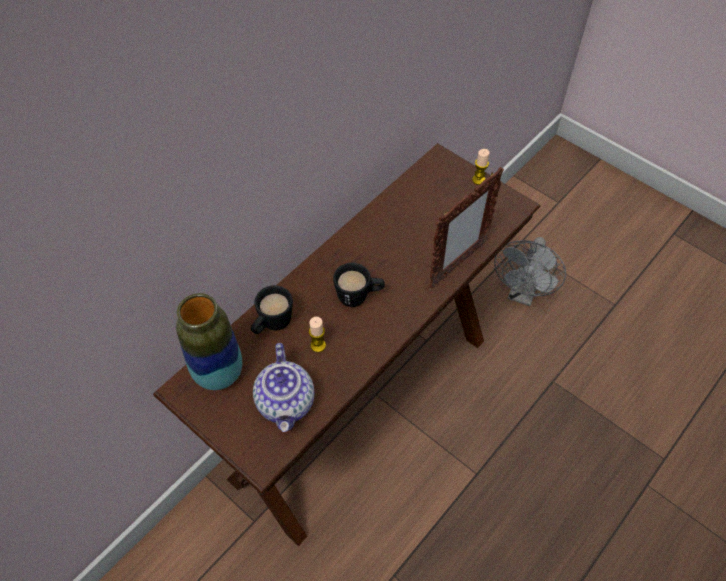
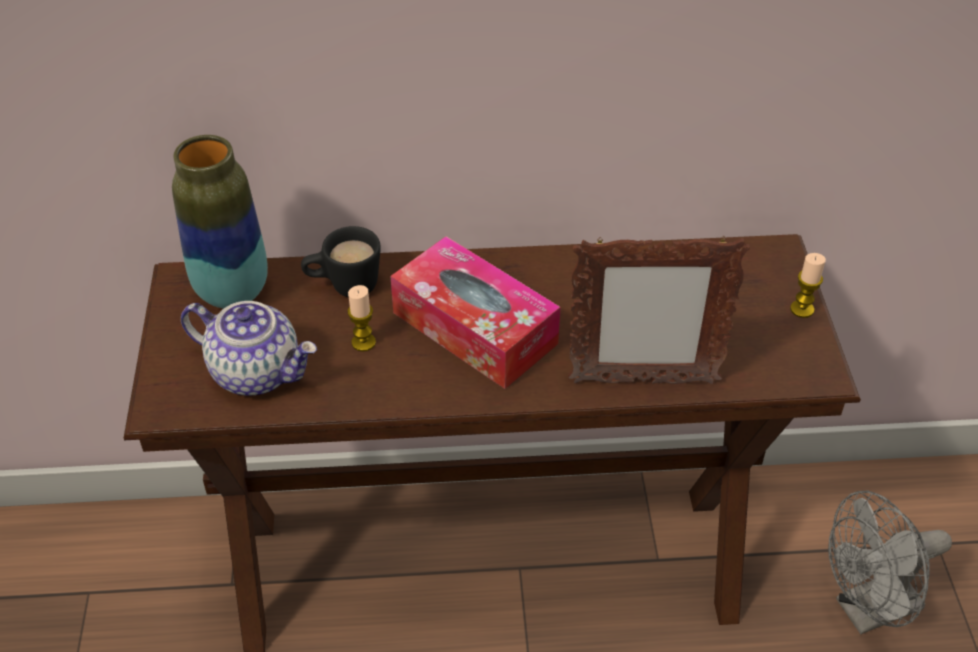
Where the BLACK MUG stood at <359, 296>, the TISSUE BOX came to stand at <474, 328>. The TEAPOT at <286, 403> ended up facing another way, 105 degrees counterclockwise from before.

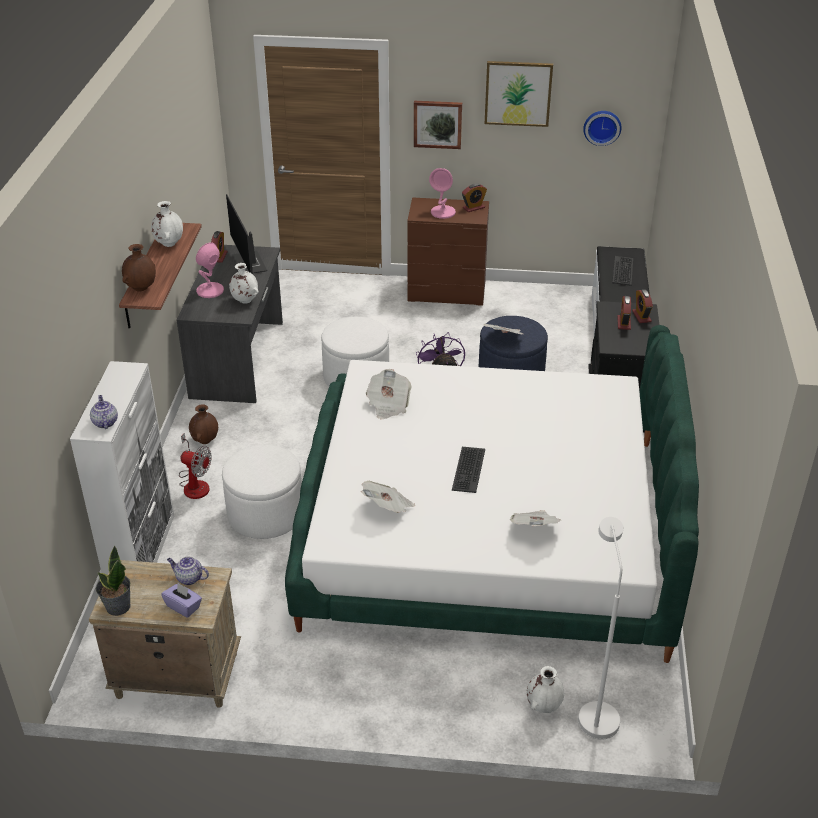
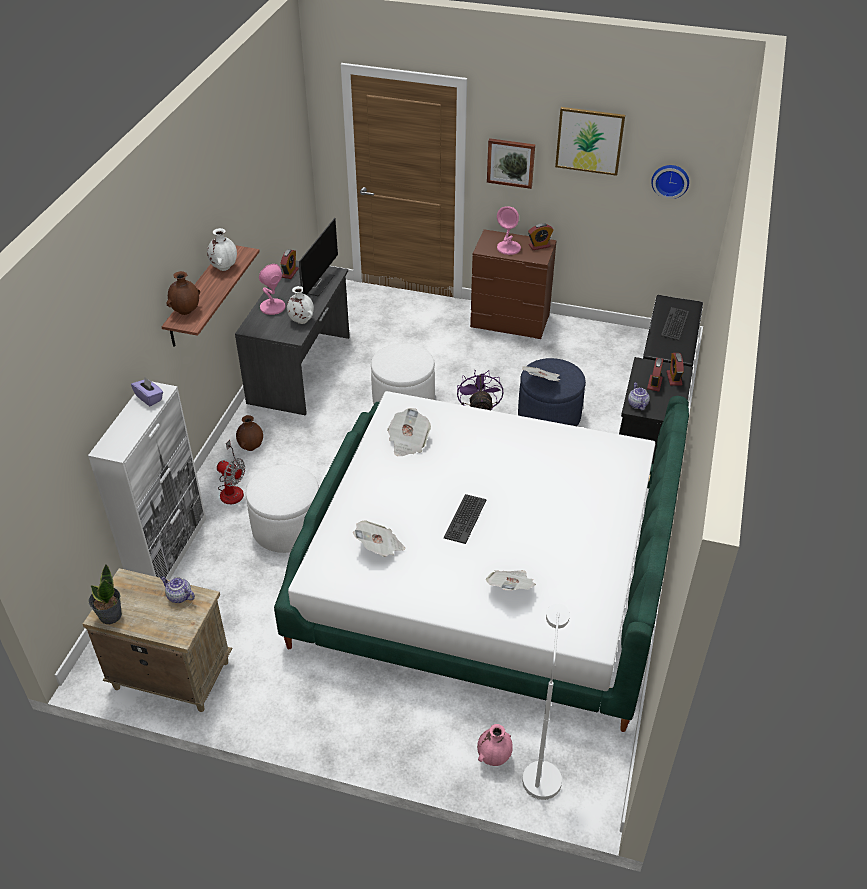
The MONITOR at <249, 264> ended up facing another way, 150 degrees counterclockwise from before. The TEAPOT ended up elsewhere, having gone from <105, 422> to <637, 404>. The PURPLE TISSUE BOX ended up elsewhere, having gone from <183, 606> to <149, 398>. What was the WHITE VASE at <543, 706> turned into the PINK VASE at <494, 757>.

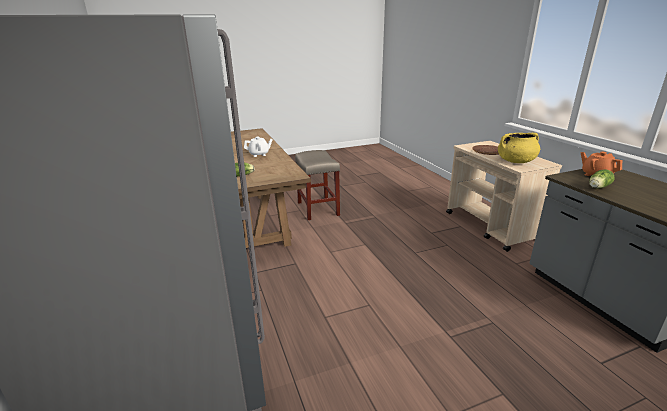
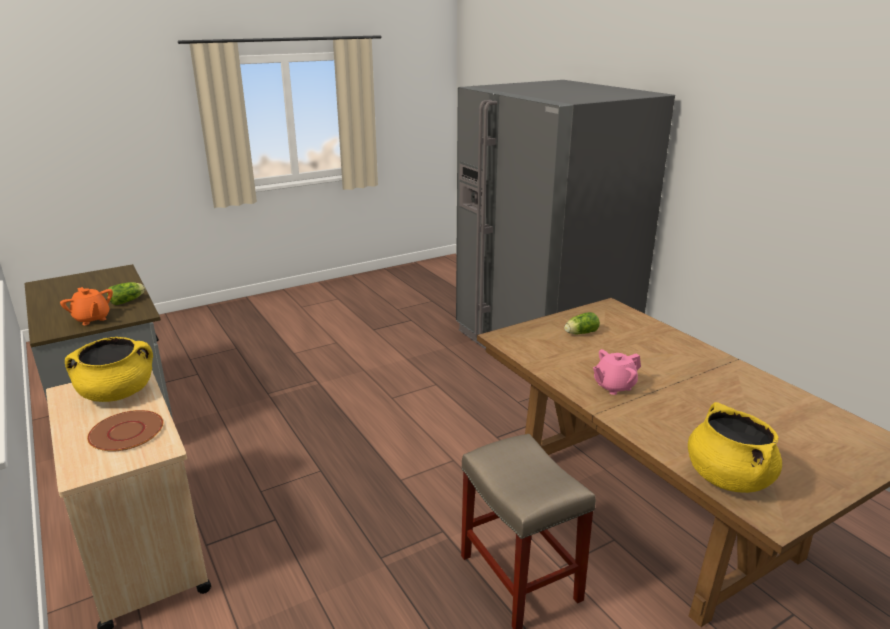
What was the WHITE TEAPOT at <259, 154> turned into the PINK TEAPOT at <614, 386>. The second view gained the YELLOW COOKING POT at <727, 477>.

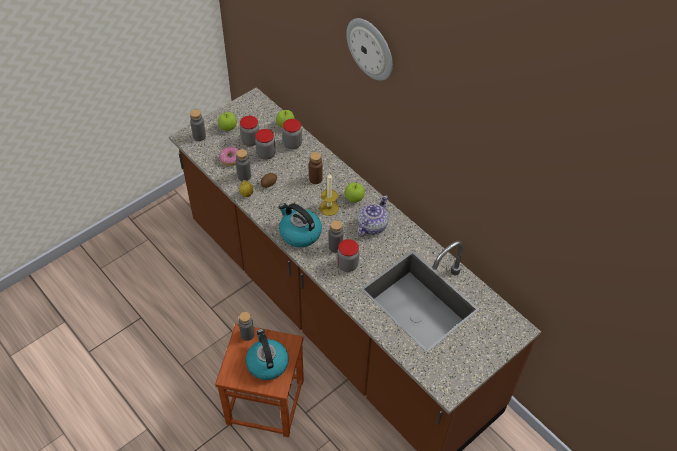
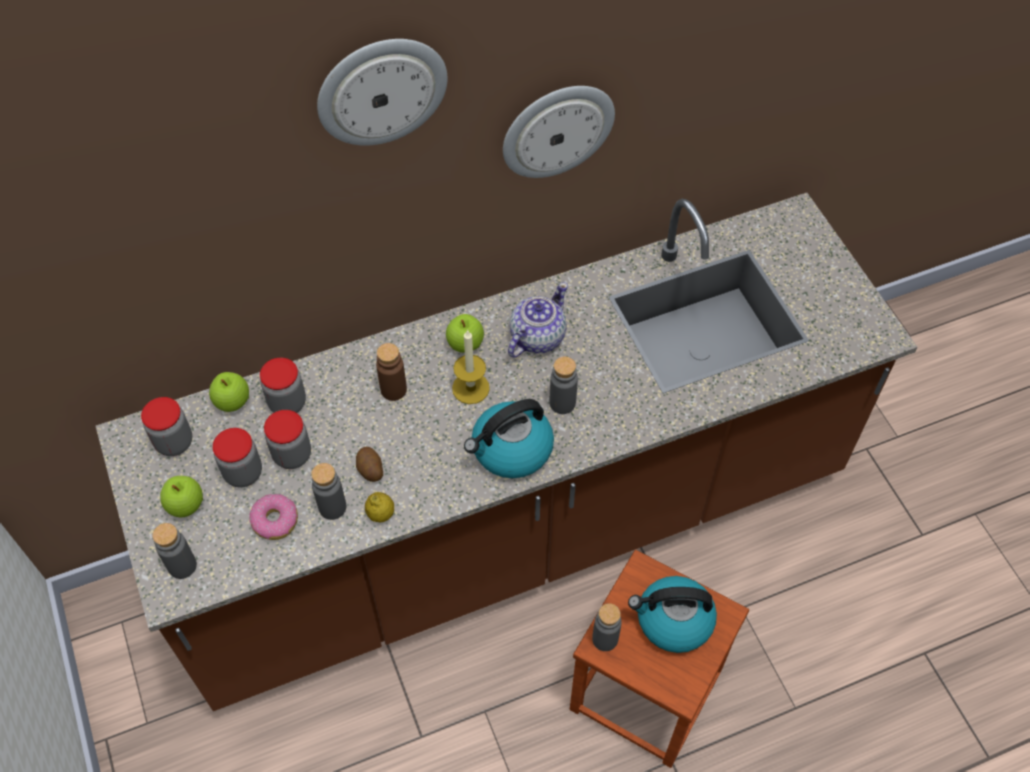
The TEAPOT at <371, 226> ended up facing another way, 75 degrees clockwise from before. The JAR ended up elsewhere, having gone from <347, 265> to <174, 442>. The second view gained the WALL CLOCK at <557, 130>.

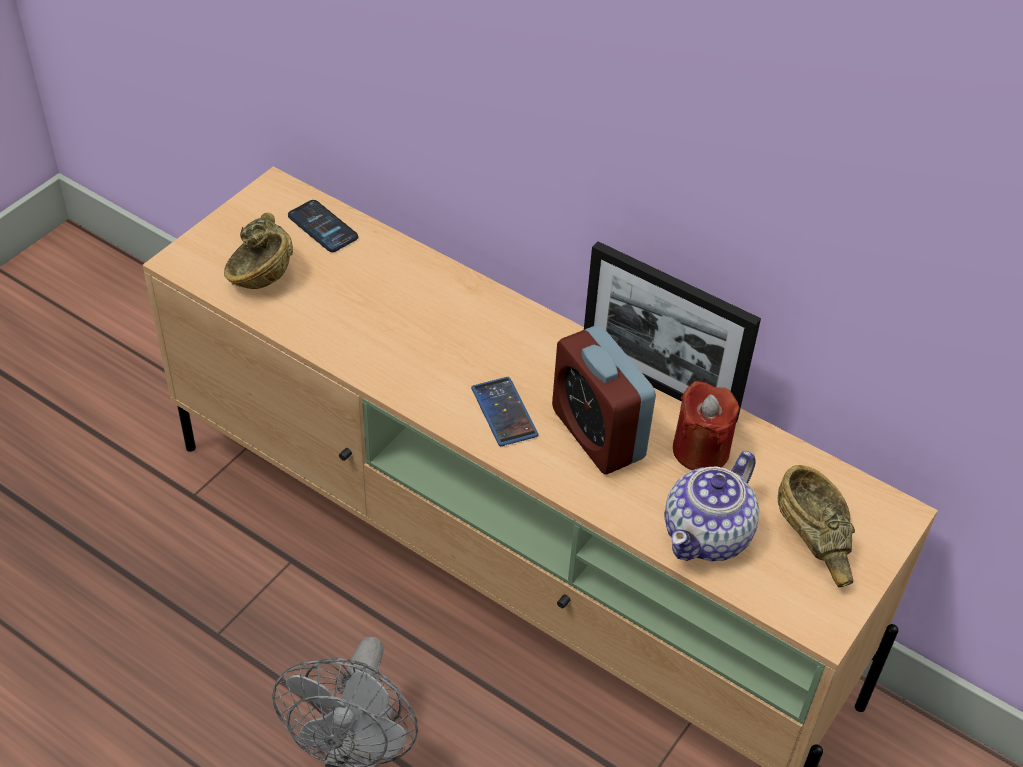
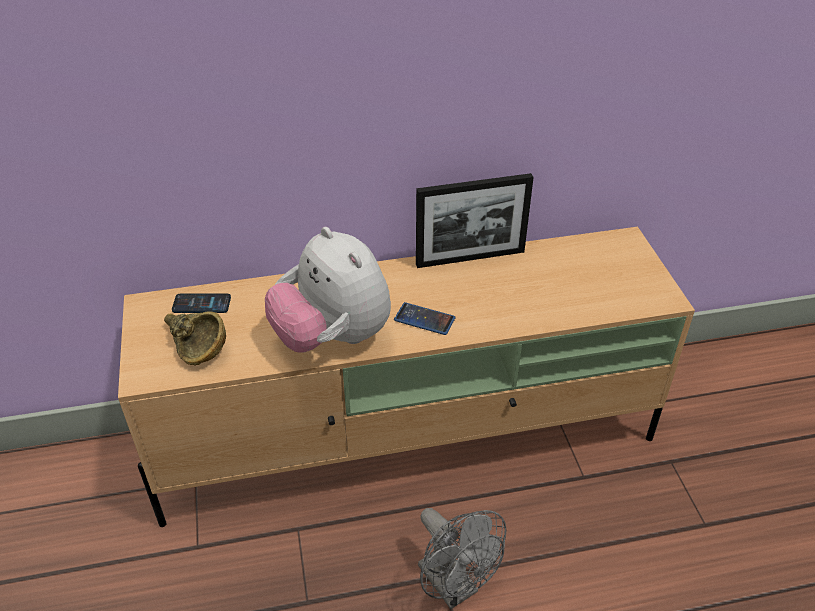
The second view lost the ALARM CLOCK at <597, 434>. The second view lost the RED CANDLE at <700, 450>. The second view lost the TEAPOT at <708, 535>. The second view lost the BROWN BOWL at <820, 541>. The second view gained the PLUSH TOY at <332, 337>.

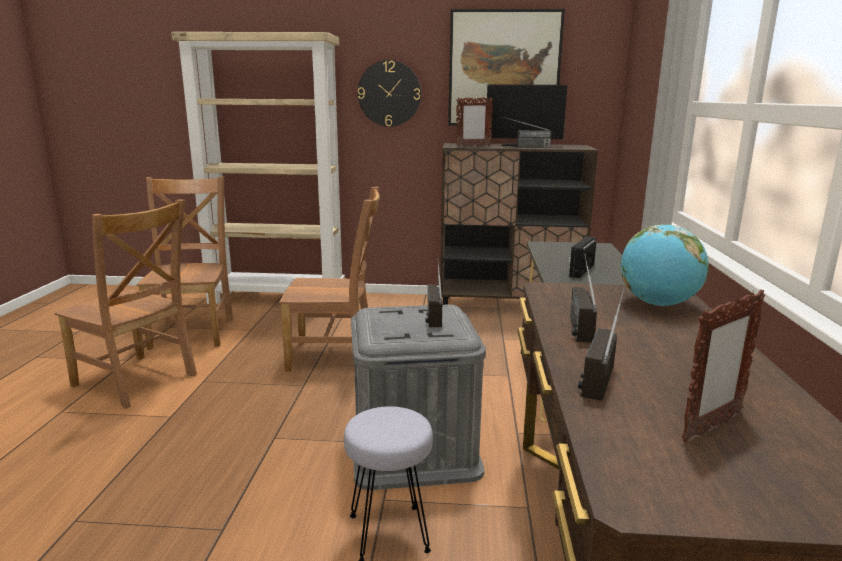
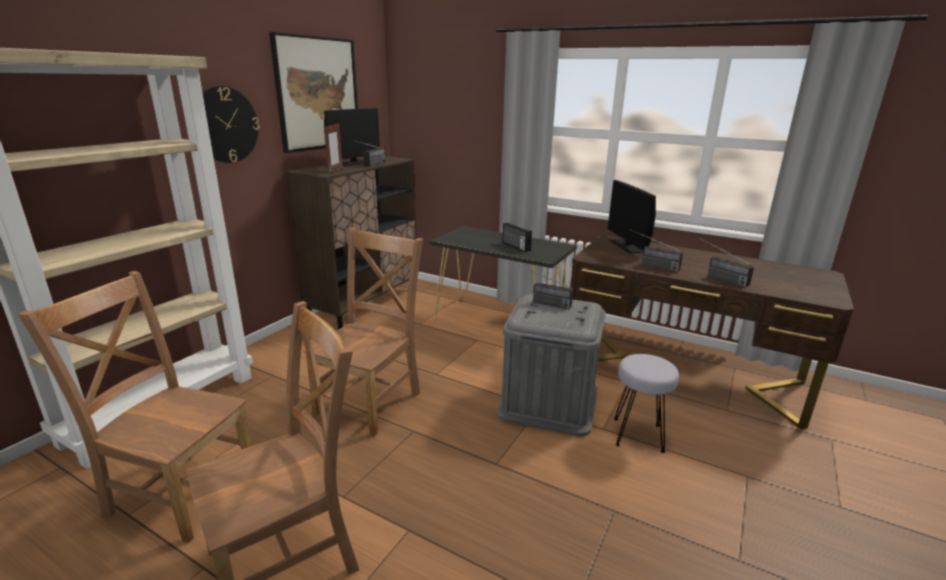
Where the GLOBE stood at <658, 304>, the MONITOR came to stand at <628, 246>. The second view lost the PICTURE FRAME at <711, 427>.

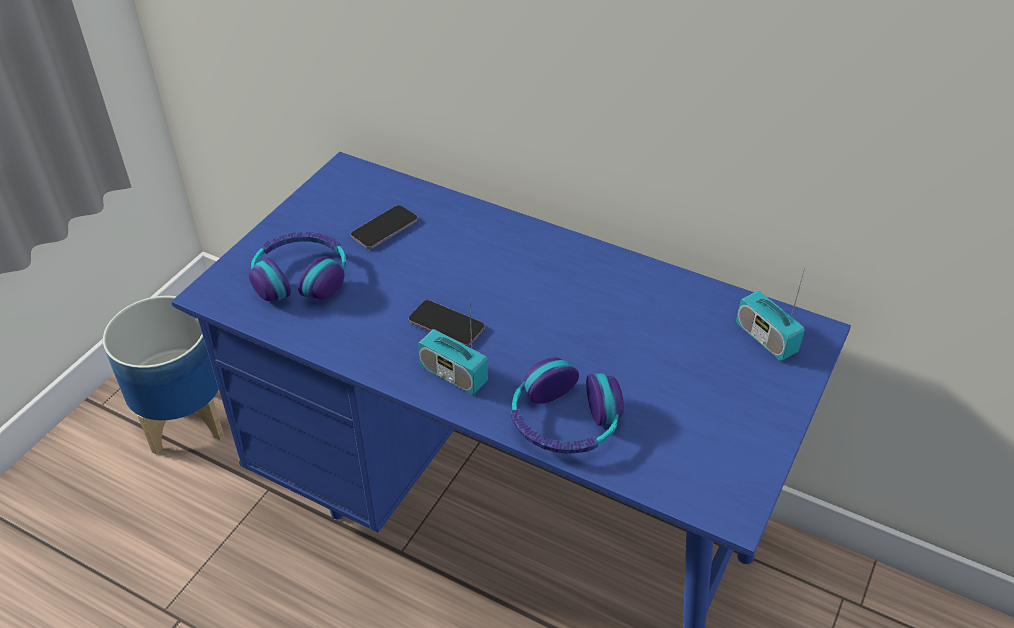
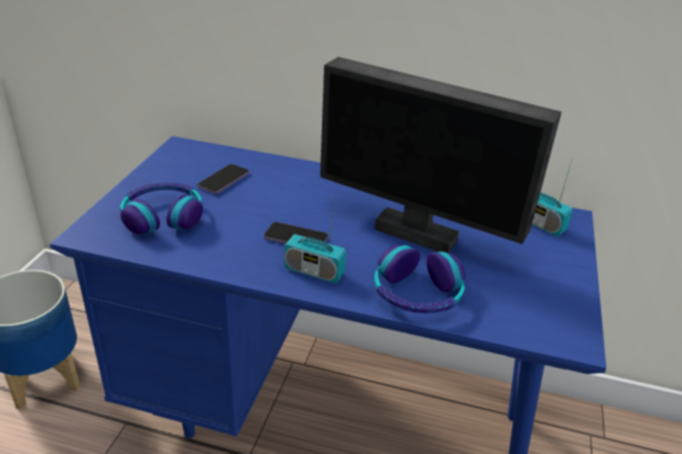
The second view gained the MONITOR at <416, 234>.

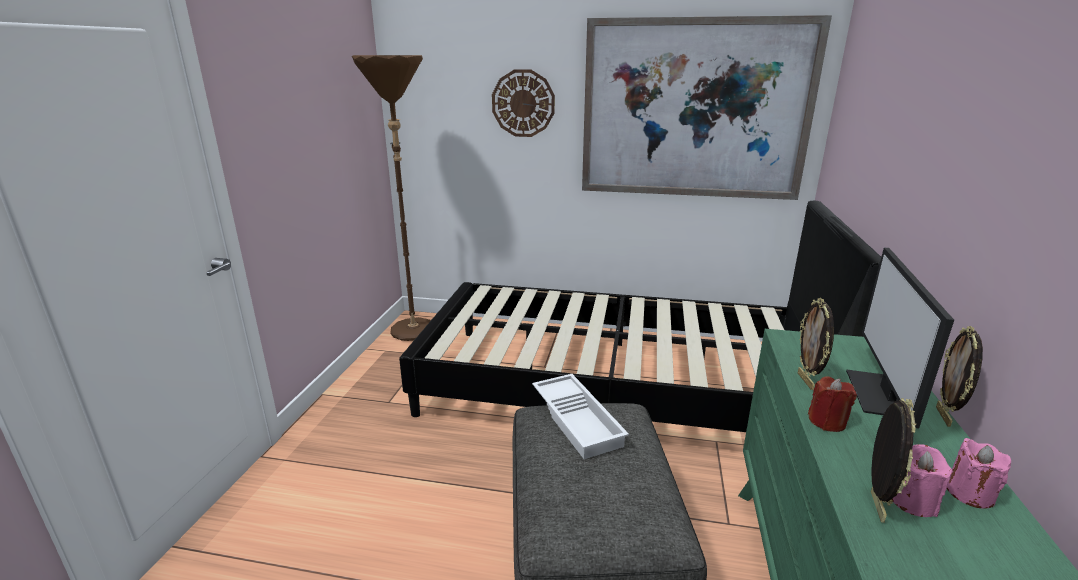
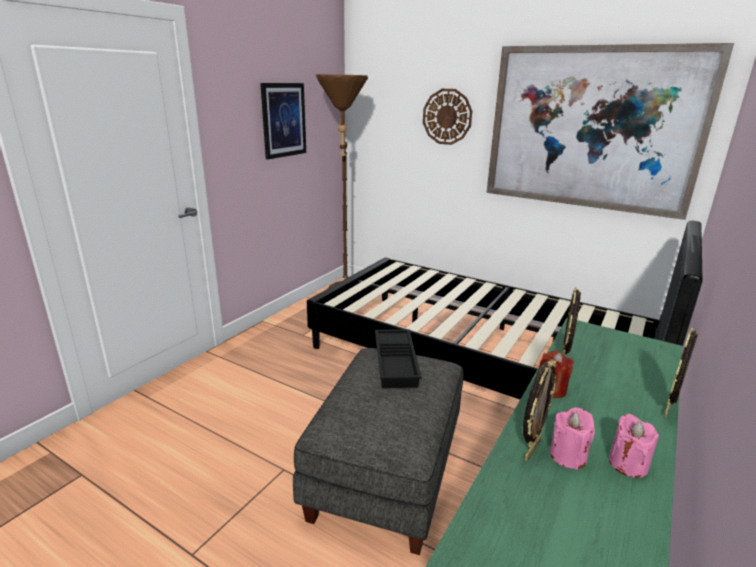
The second view lost the MONITOR at <882, 395>. What was the WHITE TRAY at <578, 420> turned into the BLACK TRAY at <397, 362>. The second view gained the PICTURE at <283, 120>.

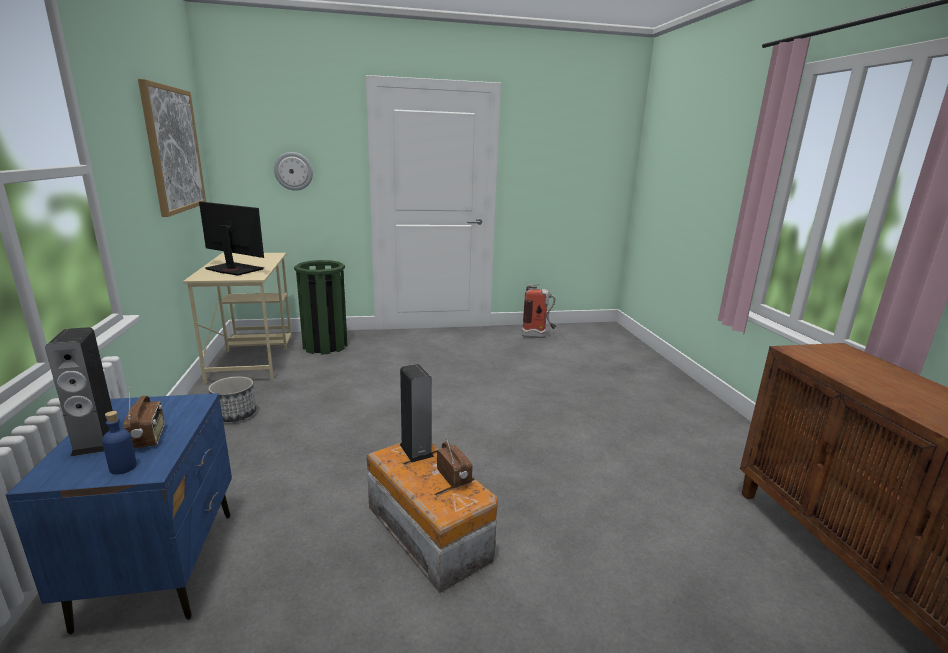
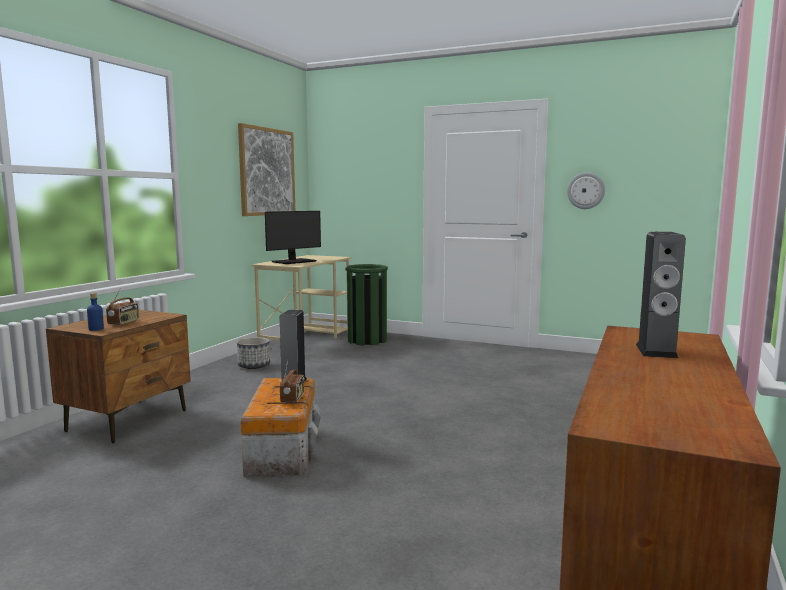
The WALL CLOCK ended up elsewhere, having gone from <293, 171> to <586, 190>. The MONITOR at <234, 269> ended up facing another way, 75 degrees clockwise from before. The second view lost the FIRE EXTINGUISHER at <538, 336>. The SPEAKER ended up elsewhere, having gone from <96, 441> to <656, 351>. What was the BLUE NIGHTSTAND at <162, 566> turned into the BROWN NIGHTSTAND at <129, 420>.

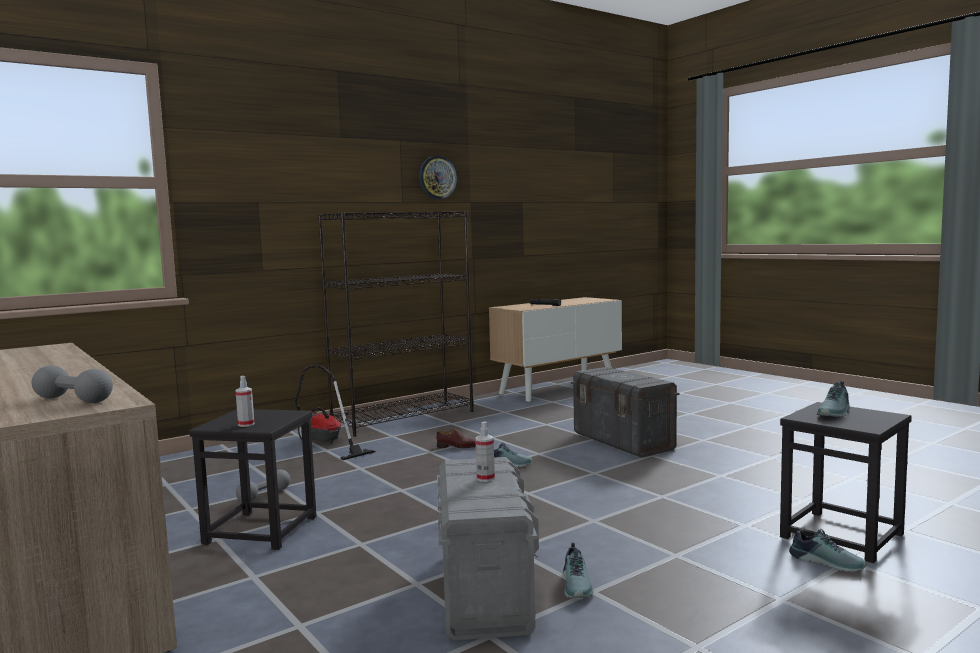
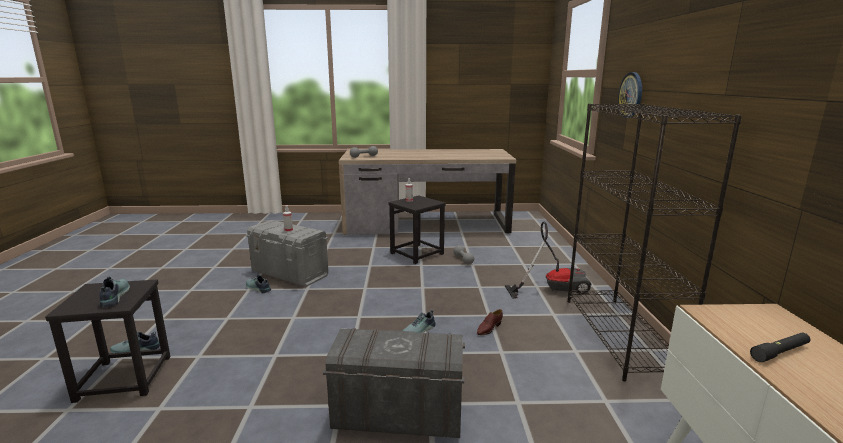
The WALL CLOCK ended up elsewhere, having gone from <437, 177> to <631, 95>.

